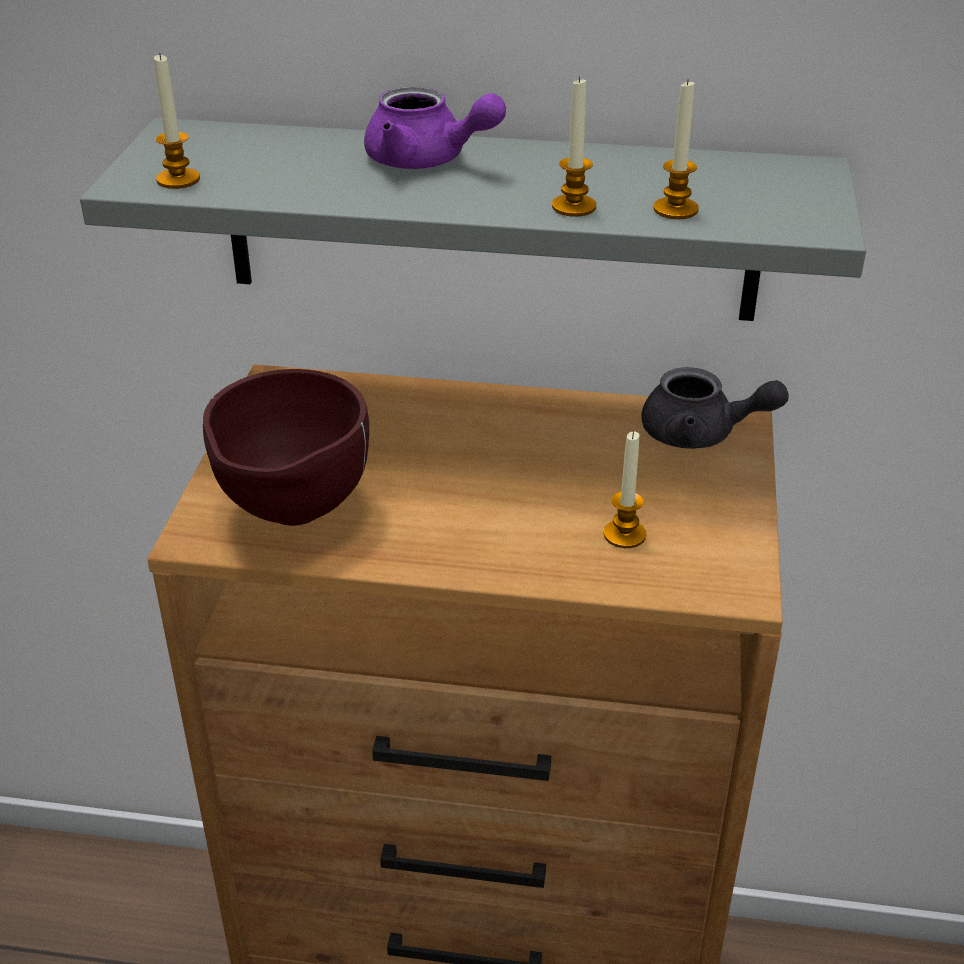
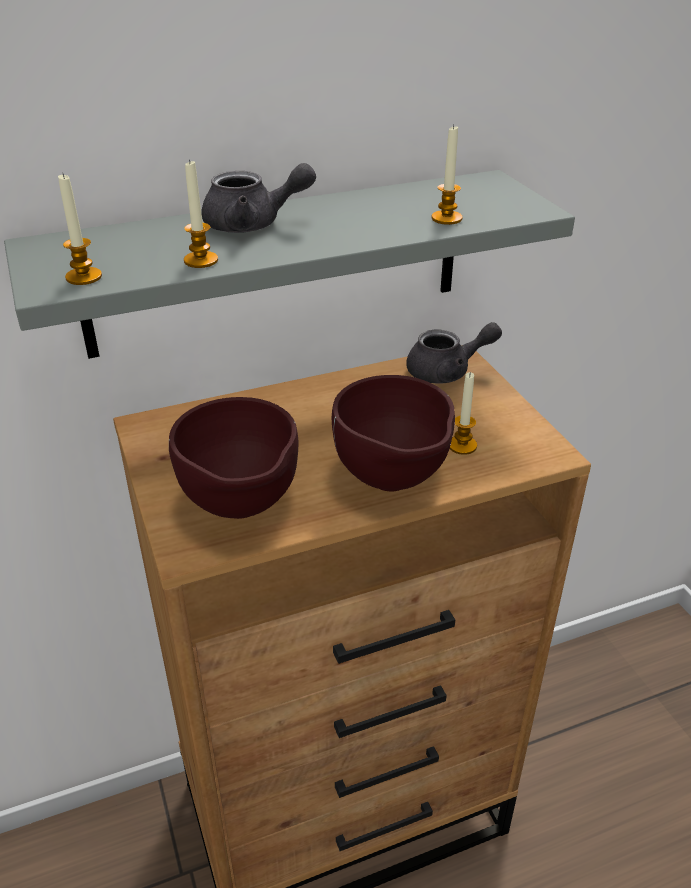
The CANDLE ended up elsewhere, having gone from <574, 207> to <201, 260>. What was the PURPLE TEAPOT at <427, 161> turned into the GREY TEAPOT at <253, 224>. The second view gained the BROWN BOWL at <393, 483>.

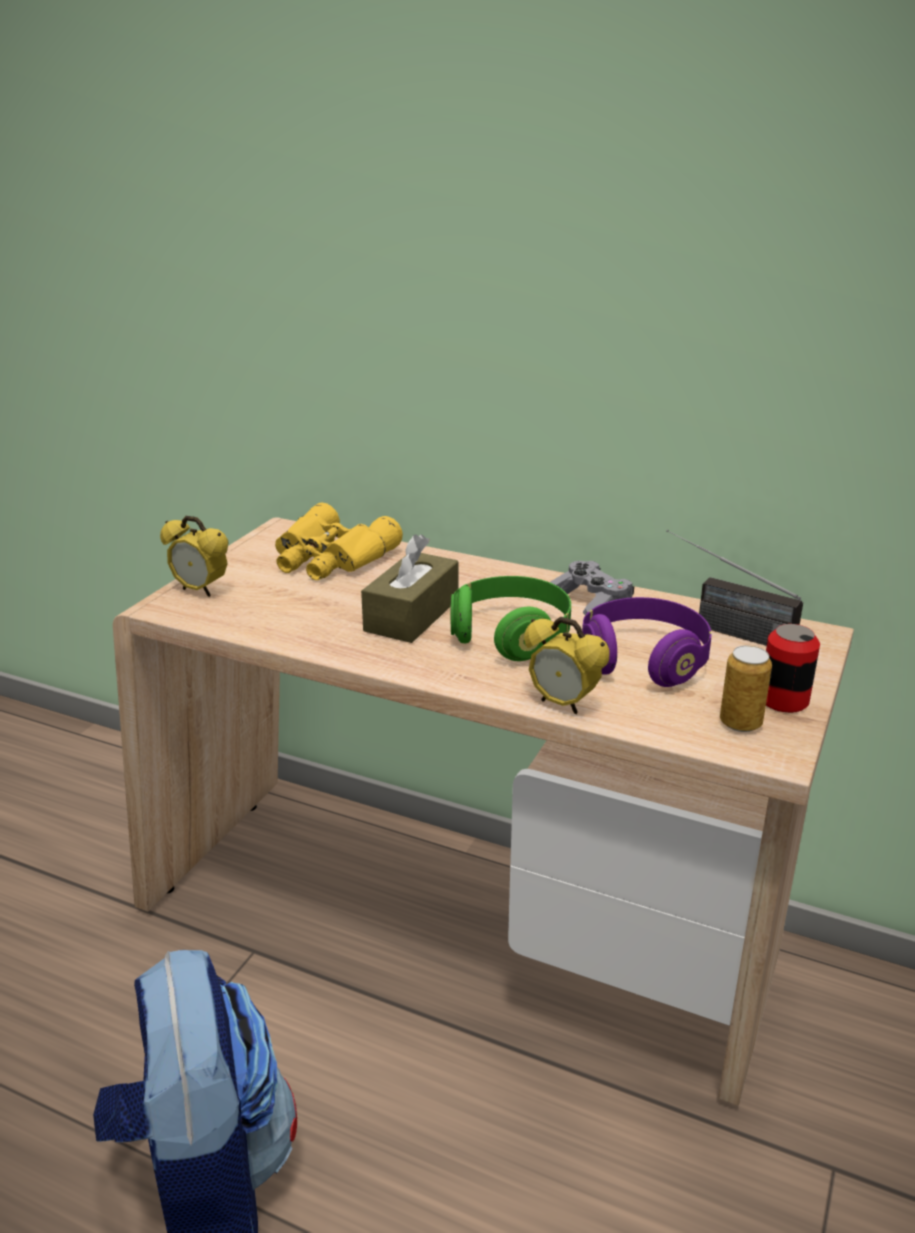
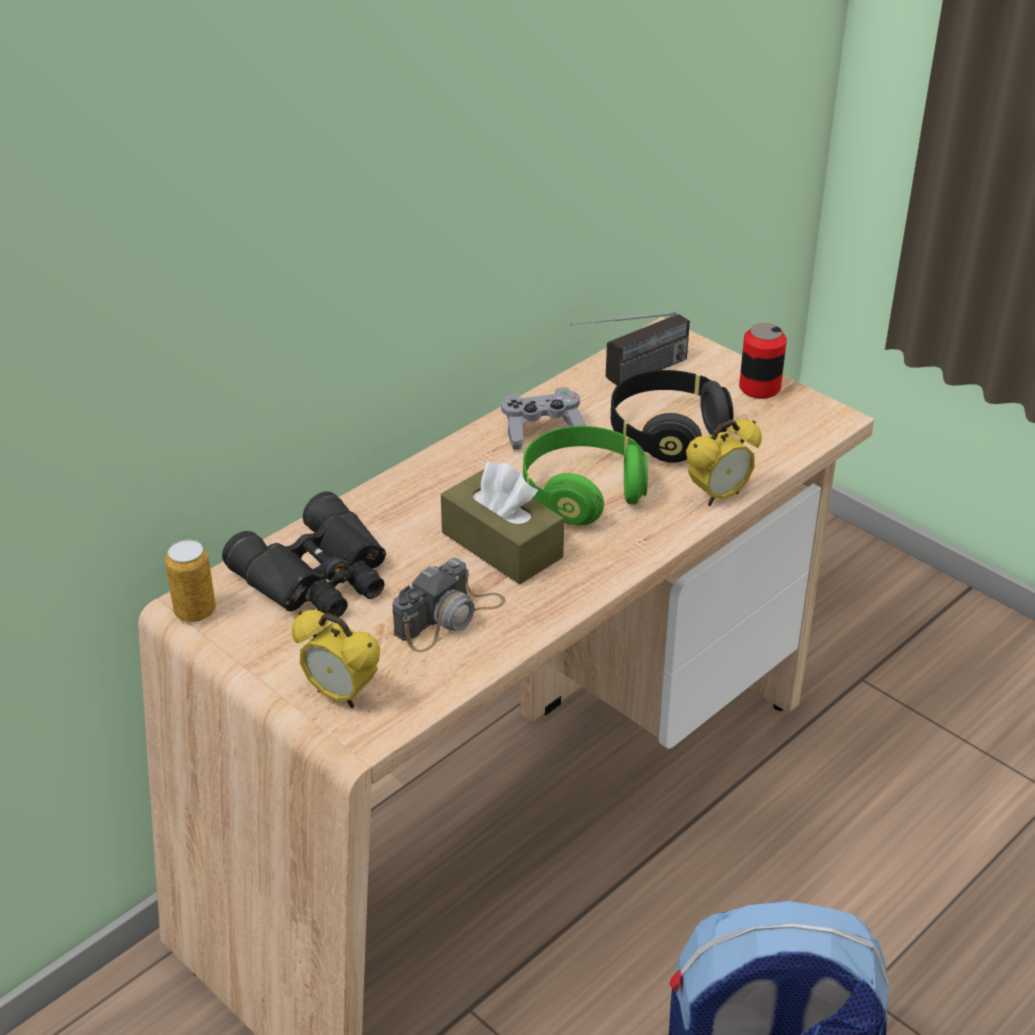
What was the YELLOW BINOCULARS at <330, 558> turned into the BLACK BINOCULARS at <319, 577>. The ALARM CLOCK at <200, 590> ended up facing another way, 75 degrees clockwise from before. What was the PURPLE HEADPHONES at <644, 661> turned into the BLACK HEADPHONES at <666, 433>. The CAN ended up elsewhere, having gone from <740, 723> to <195, 611>. The second view gained the PHOTO CAMERA at <449, 617>.

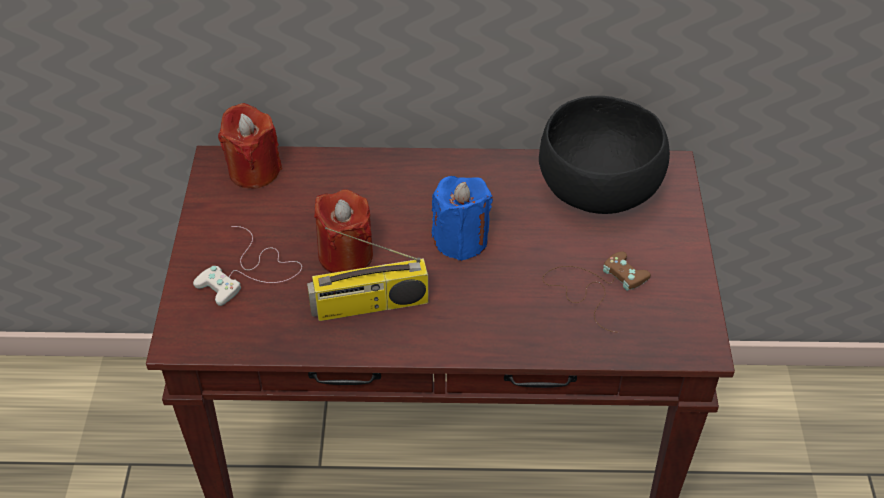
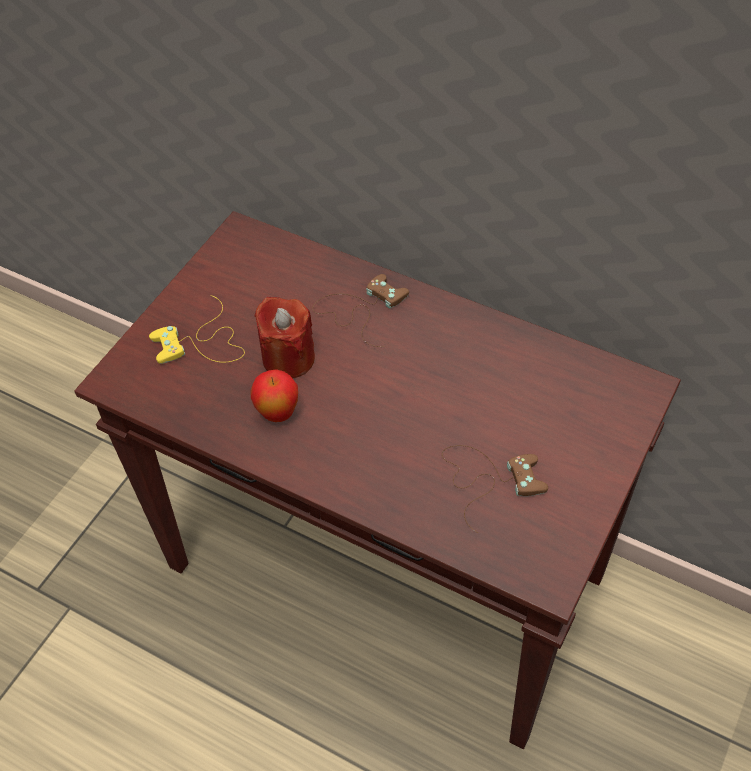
The second view lost the BLACK BOWL at <599, 190>. The second view lost the RED CANDLE at <254, 171>. The second view lost the BLUE CANDLE at <460, 240>. What was the WHITE GAME CONTROLLER at <250, 272> turned into the YELLOW GAME CONTROLLER at <202, 343>. Where the RADIO stood at <369, 306>, the APPLE came to stand at <278, 413>. The second view gained the BROWN GAME CONTROLLER at <360, 309>.

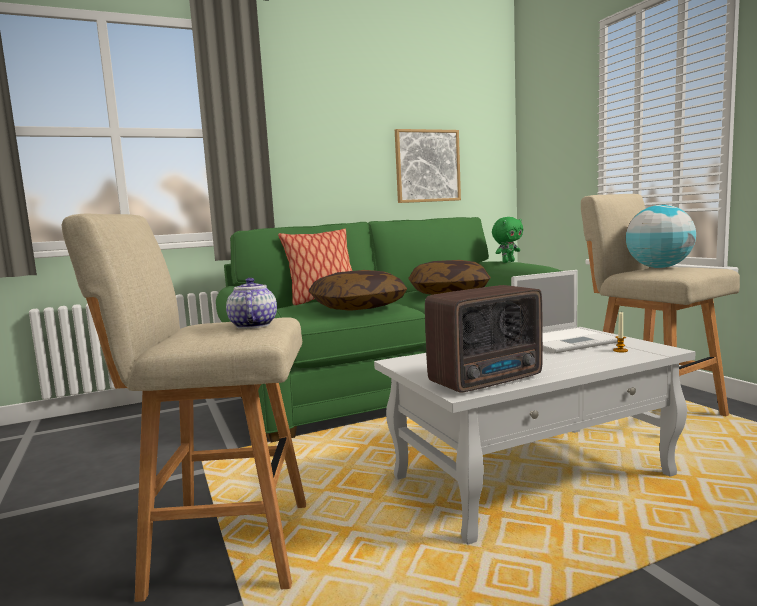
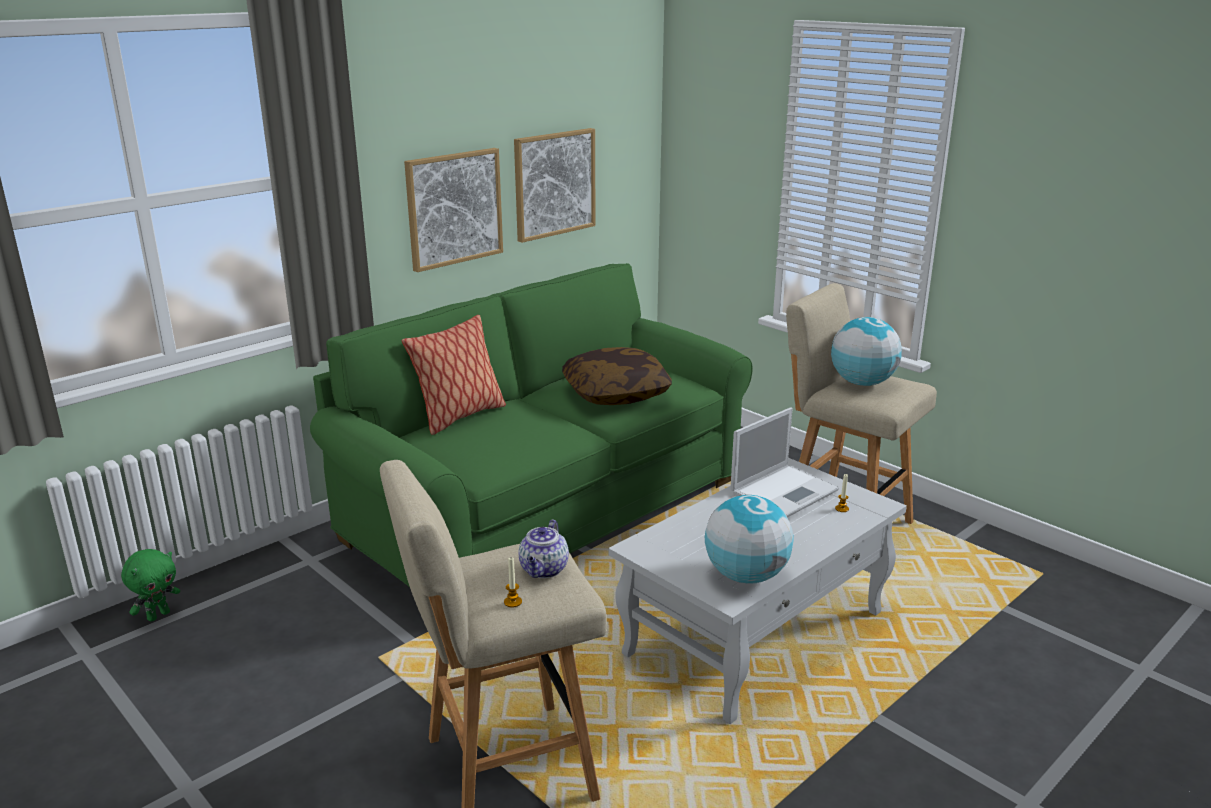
The GREEN PLUSH TOY ended up elsewhere, having gone from <508, 262> to <158, 615>. The second view lost the PILLOW at <358, 307>. The TEAPOT at <252, 325> ended up facing another way, 135 degrees counterclockwise from before. Where the RADIO stood at <489, 380>, the GLOBE came to stand at <746, 575>. The second view gained the PICTURE at <454, 208>. The second view gained the CANDLE at <513, 602>.

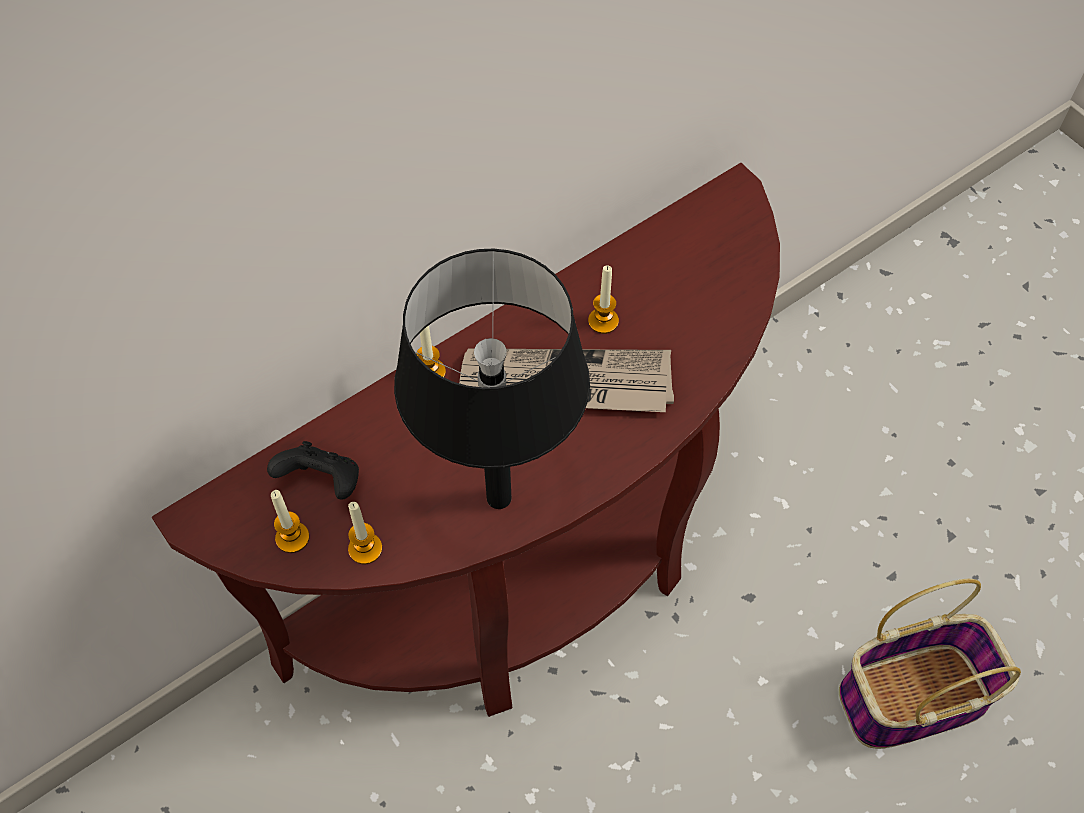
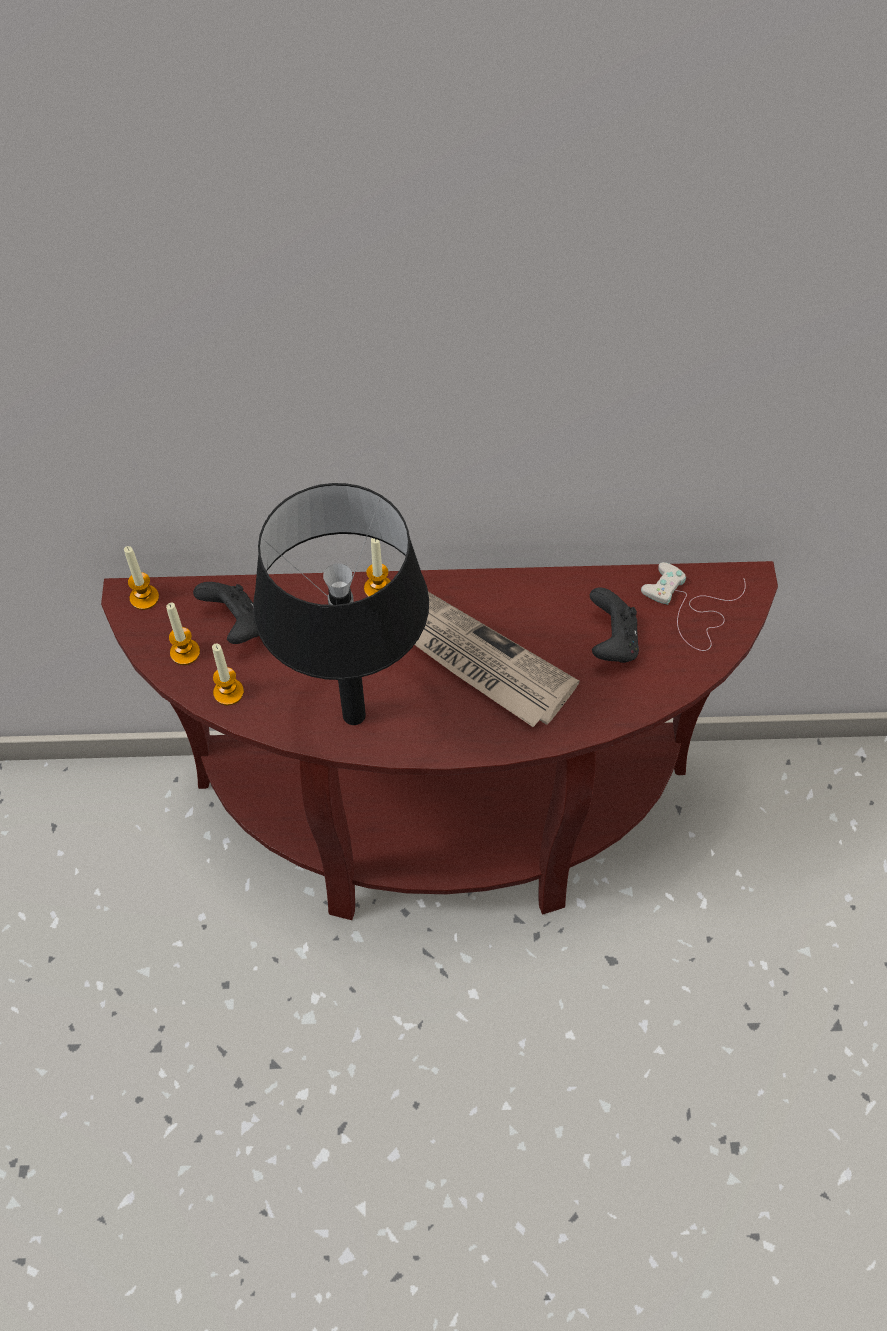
The CANDLE ended up elsewhere, having gone from <603, 321> to <144, 598>. The second view lost the BASKET at <913, 696>. The second view gained the WHITE GAME CONTROLLER at <691, 608>. The second view gained the BLACK GAME CONTROLLER at <612, 642>.

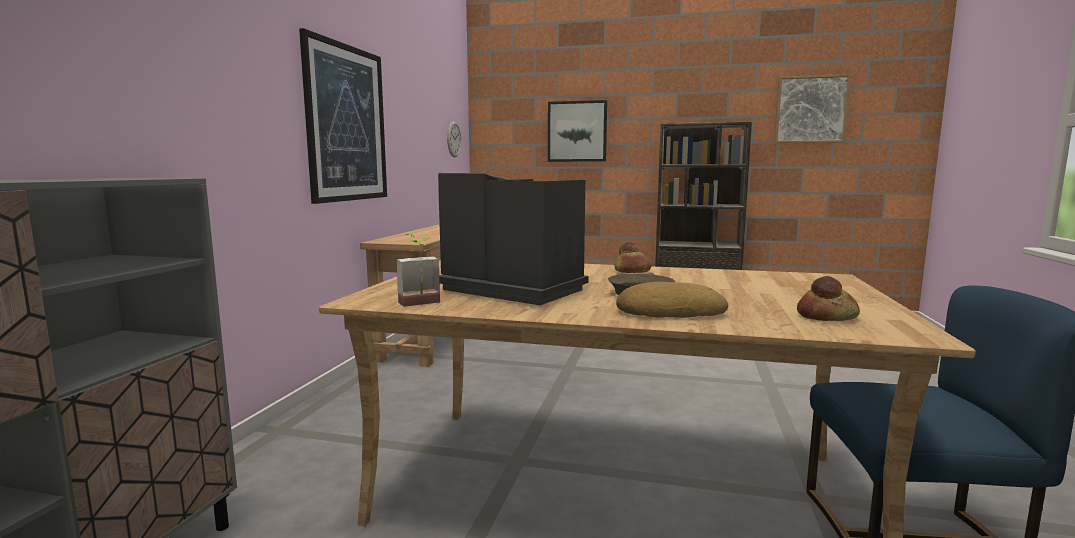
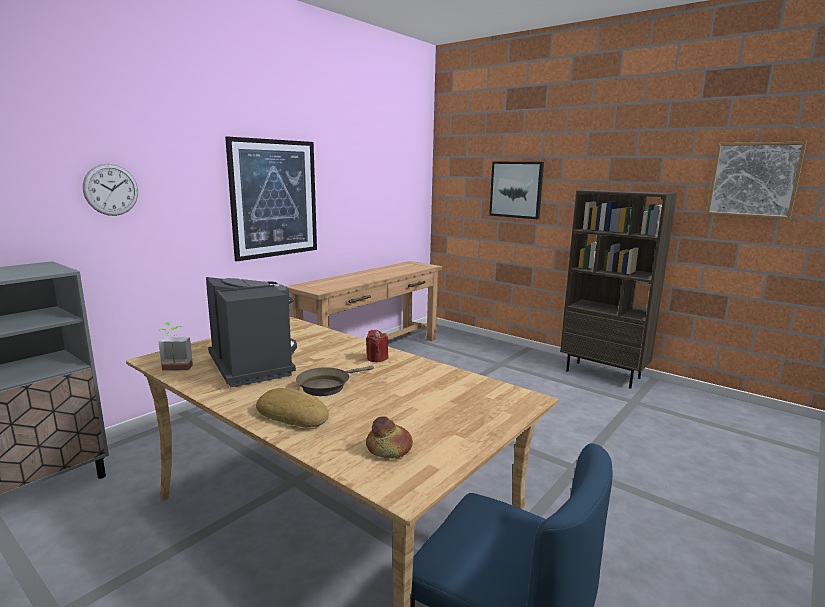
The WALL CLOCK ended up elsewhere, having gone from <454, 139> to <111, 190>. Where the BREAD stood at <631, 272>, the RED CANDLE came to stand at <377, 358>.

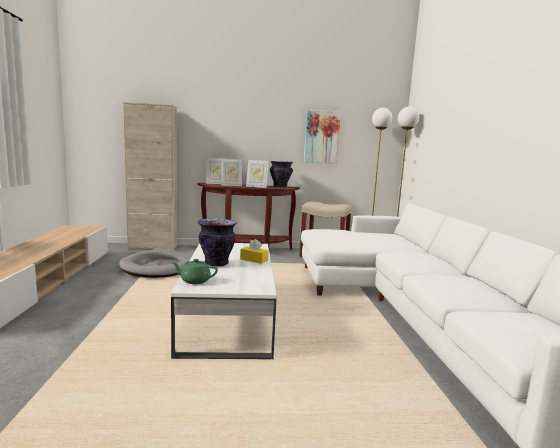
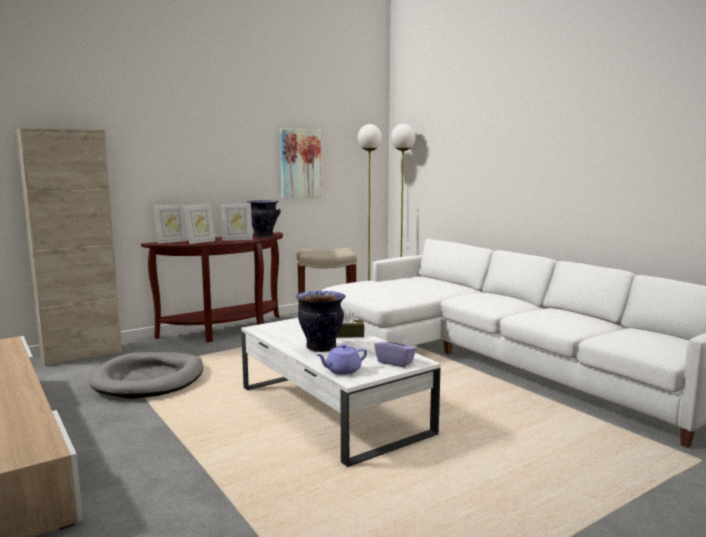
What was the YELLOW TISSUE BOX at <254, 260> turned into the BROWN TISSUE BOX at <348, 335>. What was the GREEN TEAPOT at <194, 281> turned into the PURPLE TEAPOT at <342, 371>. The second view gained the PURPLE TISSUE BOX at <395, 362>.

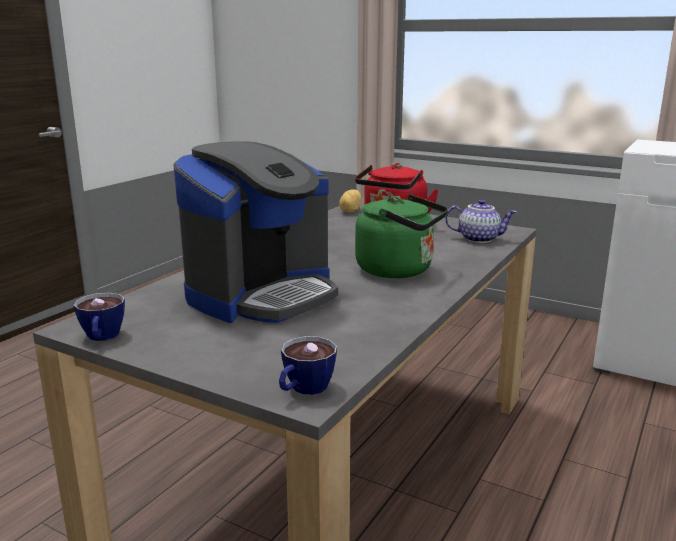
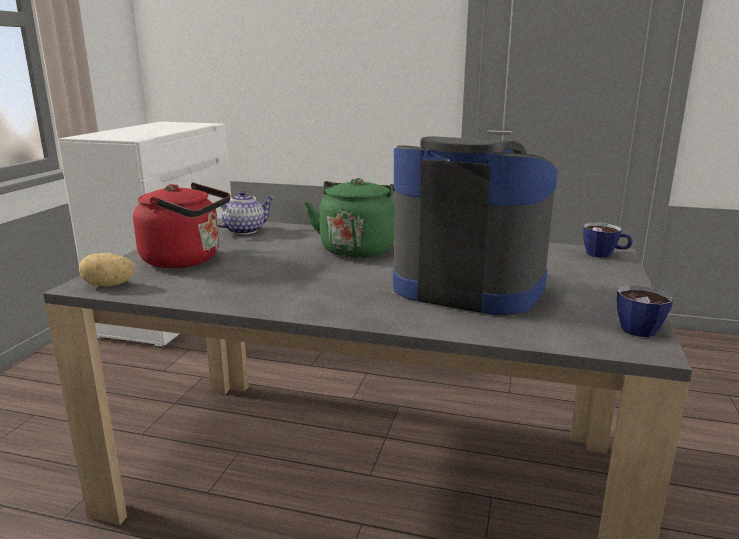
The TEAPOT at <479, 238> ended up facing another way, 60 degrees clockwise from before.

